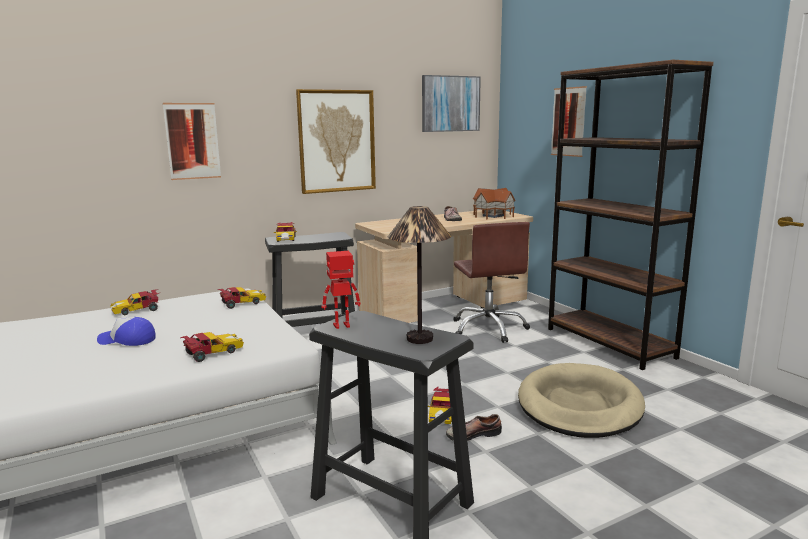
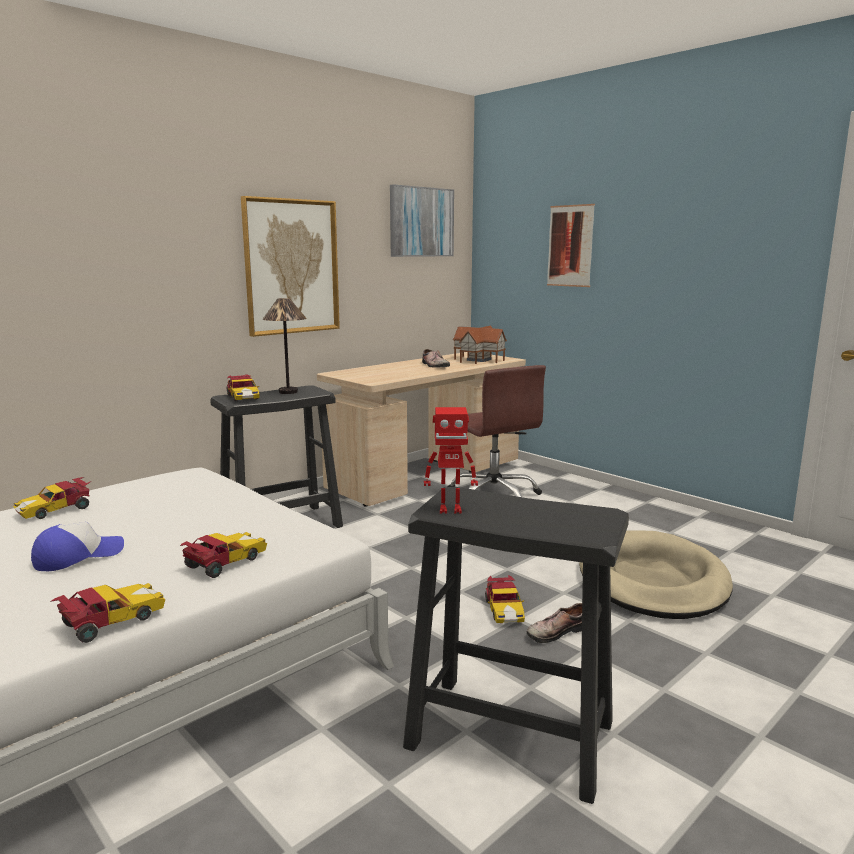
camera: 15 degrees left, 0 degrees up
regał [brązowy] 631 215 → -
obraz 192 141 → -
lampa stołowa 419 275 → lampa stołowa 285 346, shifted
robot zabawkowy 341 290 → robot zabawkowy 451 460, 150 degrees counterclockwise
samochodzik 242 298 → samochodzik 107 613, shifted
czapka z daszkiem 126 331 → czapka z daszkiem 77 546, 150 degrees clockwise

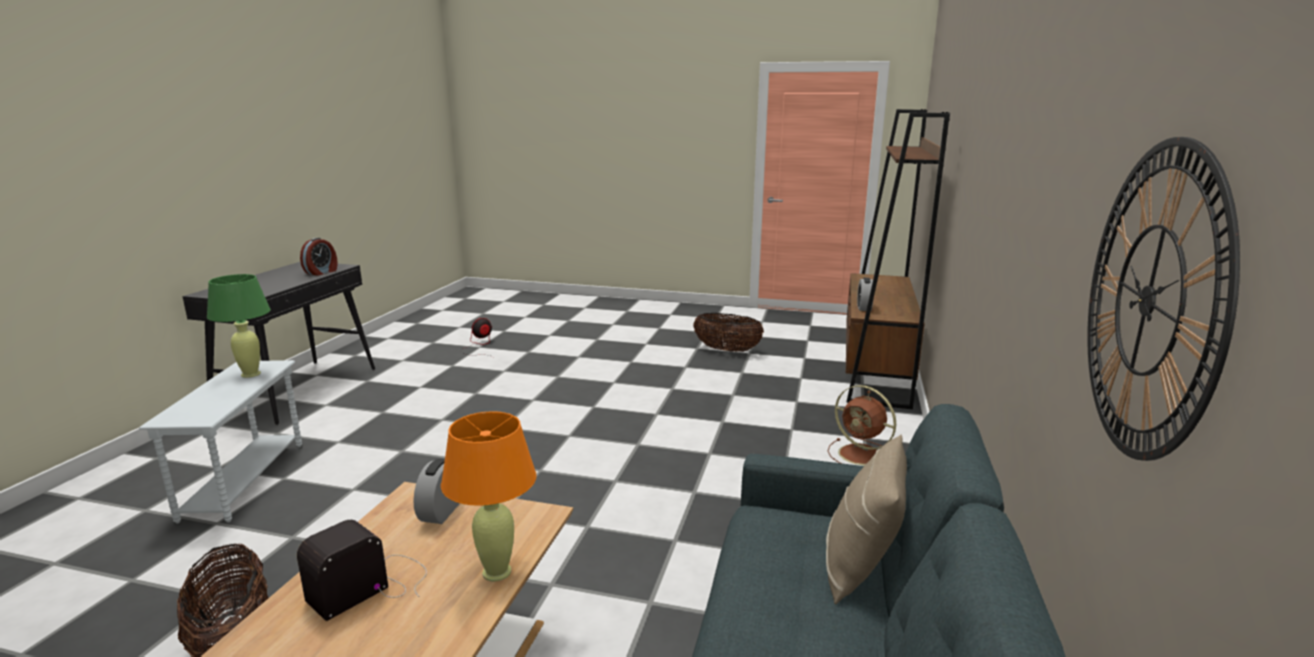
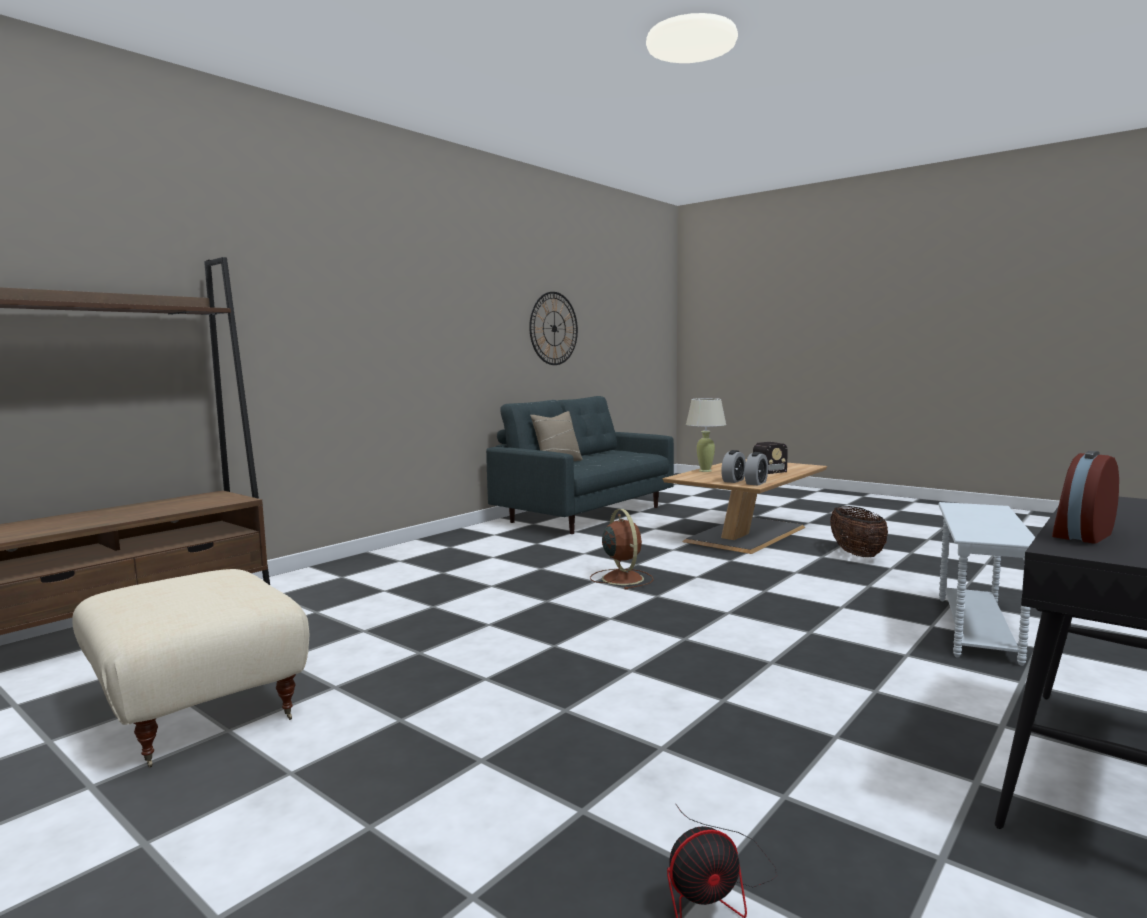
camera: 155 degrees left, 10 degrees down
lampa stołowa [zielony] 239 326 → -
budzik 865 294 → budzik 756 469, shifted
koszyk 728 332 → pufa [beżowy] 191 668
wentylator [brązowy] 862 425 → wentylator [brązowy] 622 549, shifted
lampa stołowa [pomarańczowy] 488 496 → lampa stołowa [beżowy] 706 435

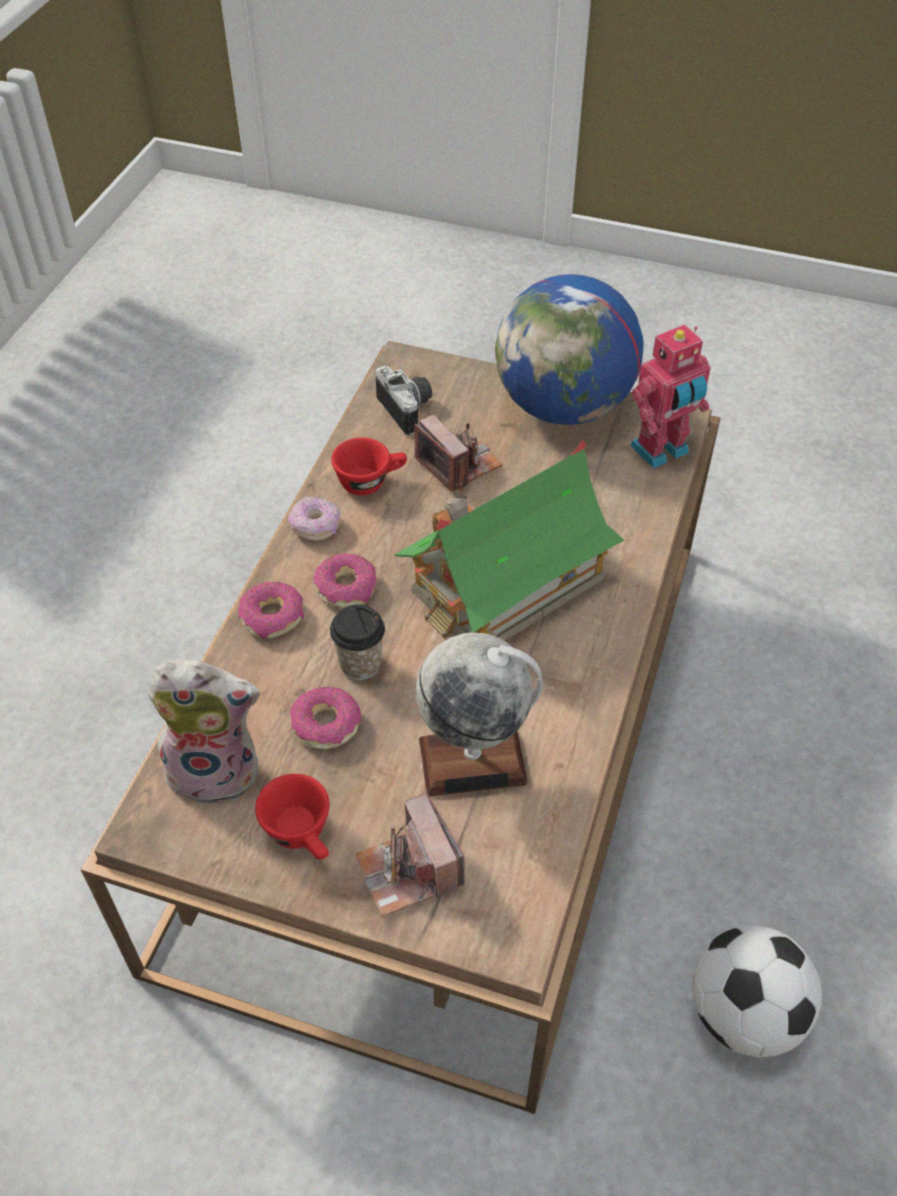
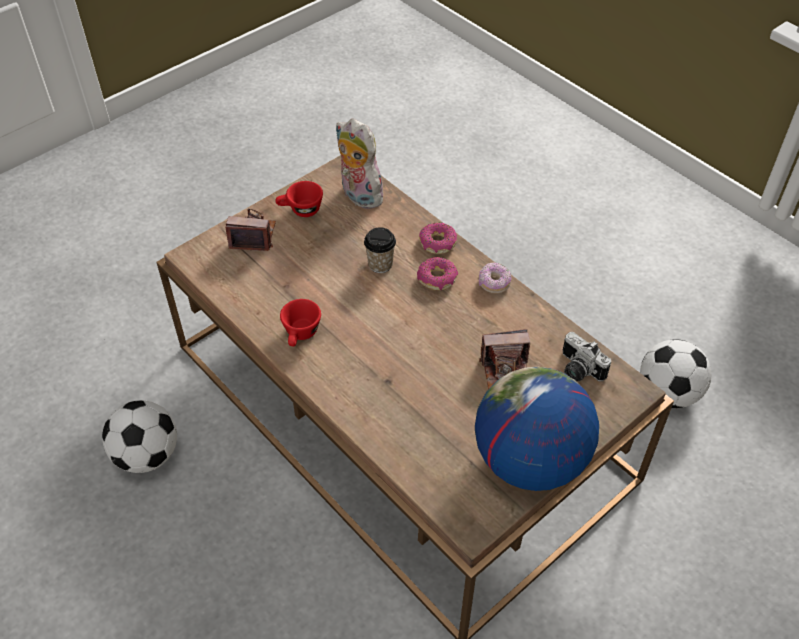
camera: 120 degrees right, 0 degrees up
robot zabawkowy 670 396 → -
aparat fotograficzny 404 400 → aparat fotograficzny 587 356, 45 degrees clockwise
filiżanka [czerwony] 369 466 → filiżanka [czerwony] 300 323, shifted
domek 509 540 → -
globus 479 714 → -
pluszak 204 732 → pluszak 359 163, 105 degrees clockwise
donut 326 718 → -
- → piłka futbolowa 675 373

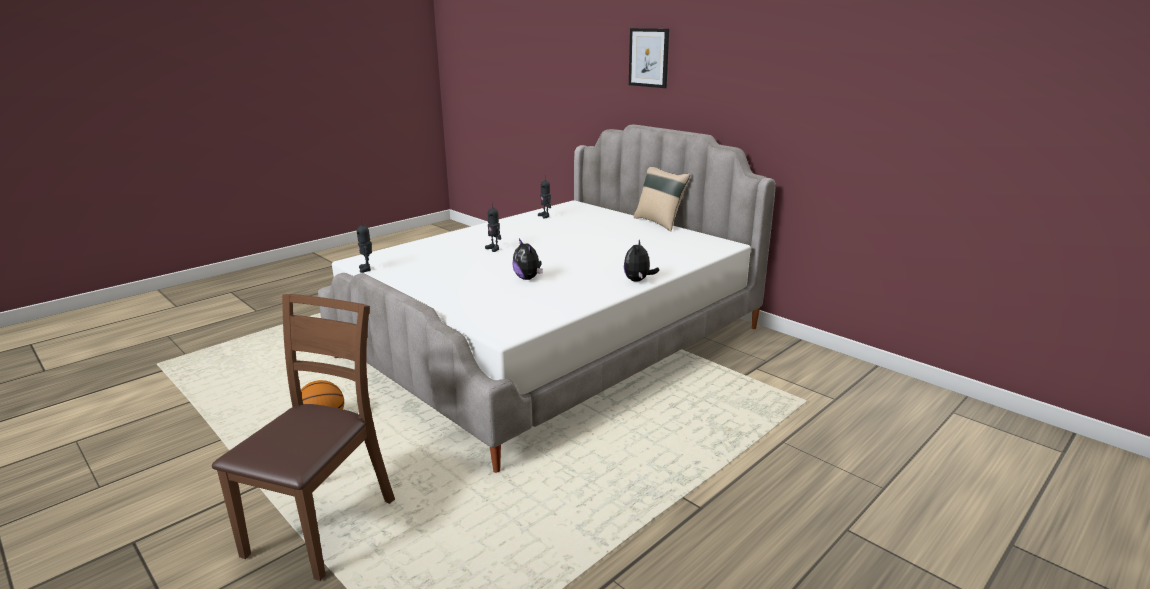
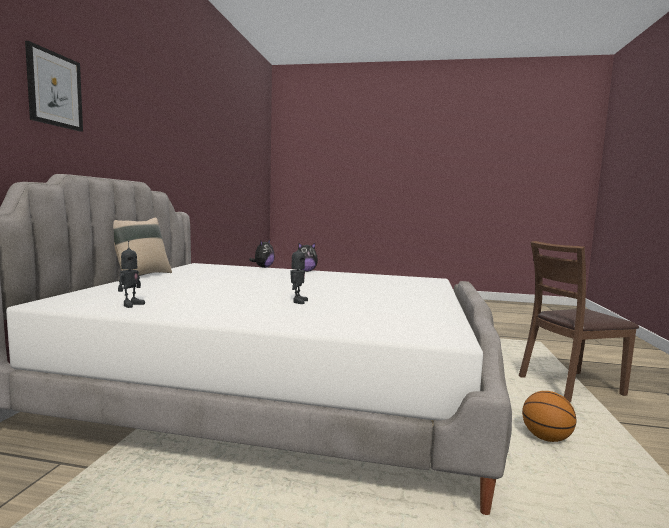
camera: 125 degrees left, 15 degrees down
robot zabawkowy 364 246 → -
pluszak 527 259 → pluszak 262 254, shifted

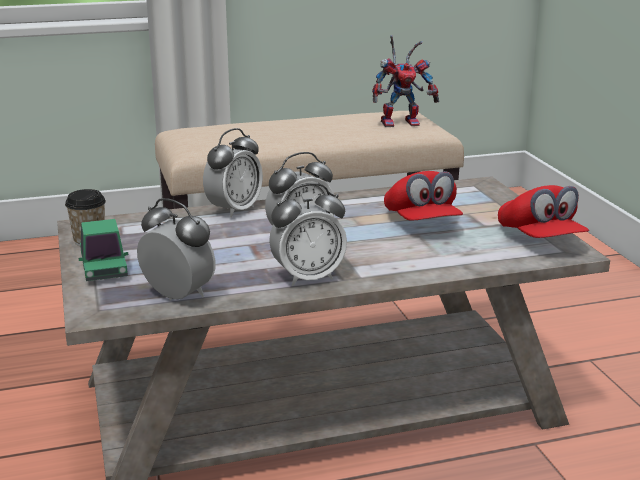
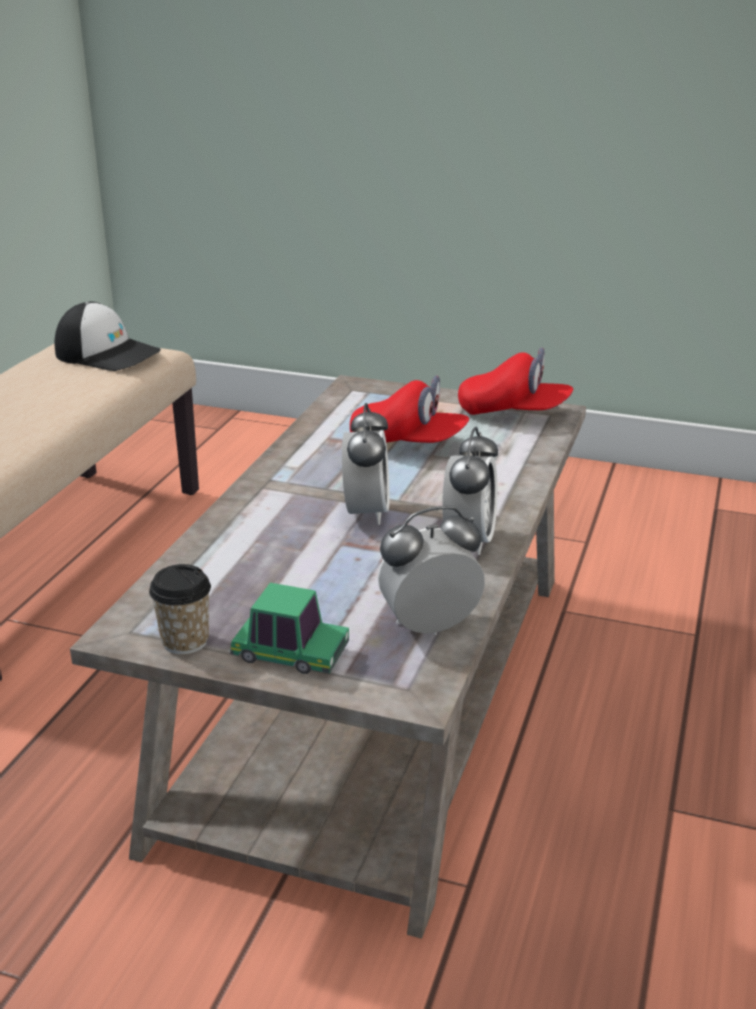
camera: 55 degrees left, 5 degrees up
robot zabawkowy 405 81 → czapka z daszkiem 108 336
budzik 233 173 → -

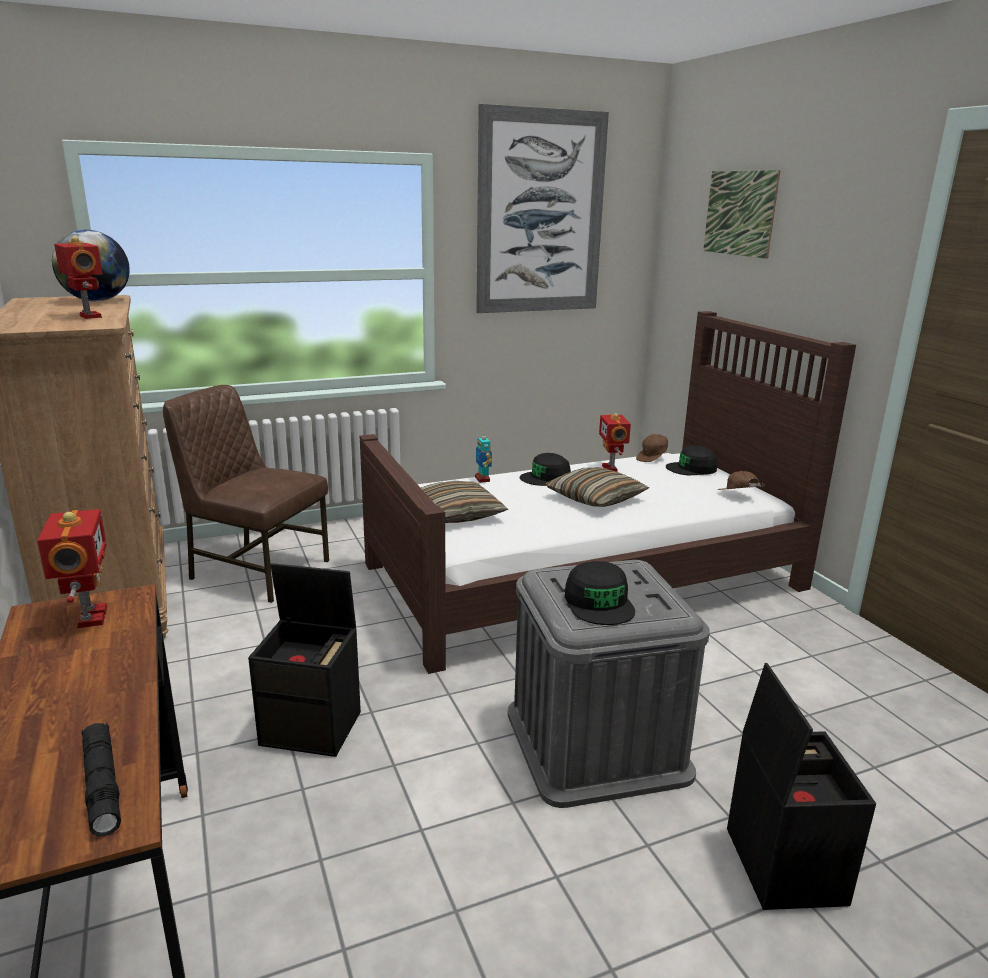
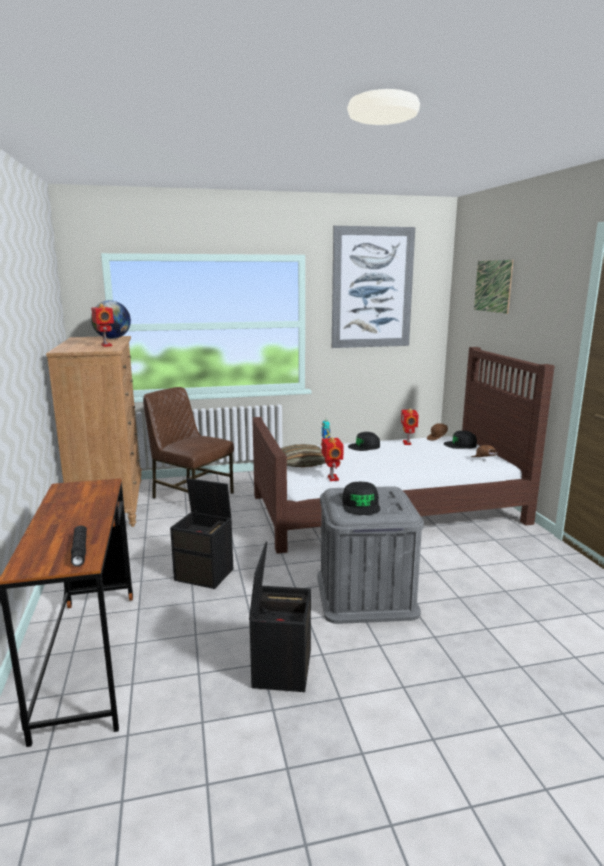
camera: 10 degrees right, 5 degrees down
poduszka 597 487 → -
robot zabawkowy 72 568 → robot zabawkowy 333 459, shifted
pojemnik do przechowywania [czarny] 801 786 → pojemnik do przechowywania [czarny] 280 617, shifted

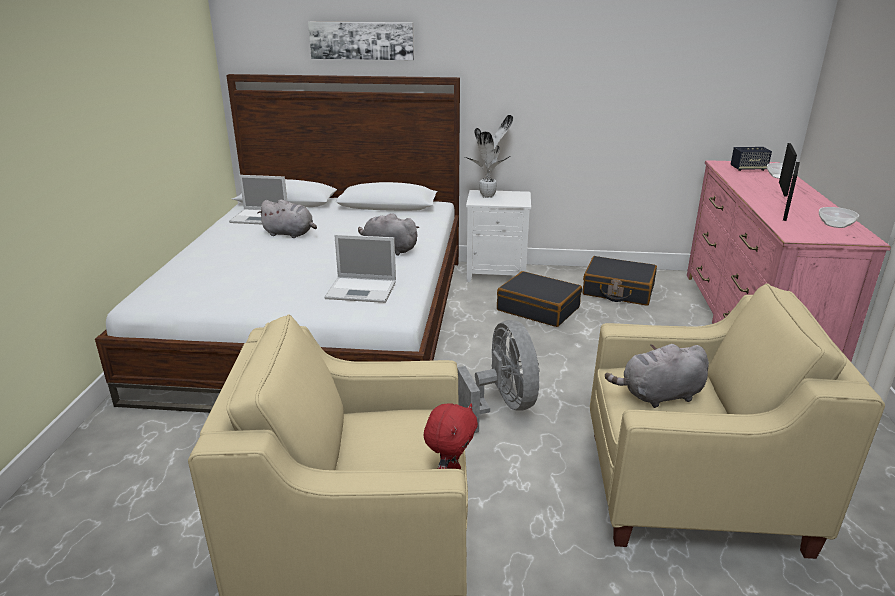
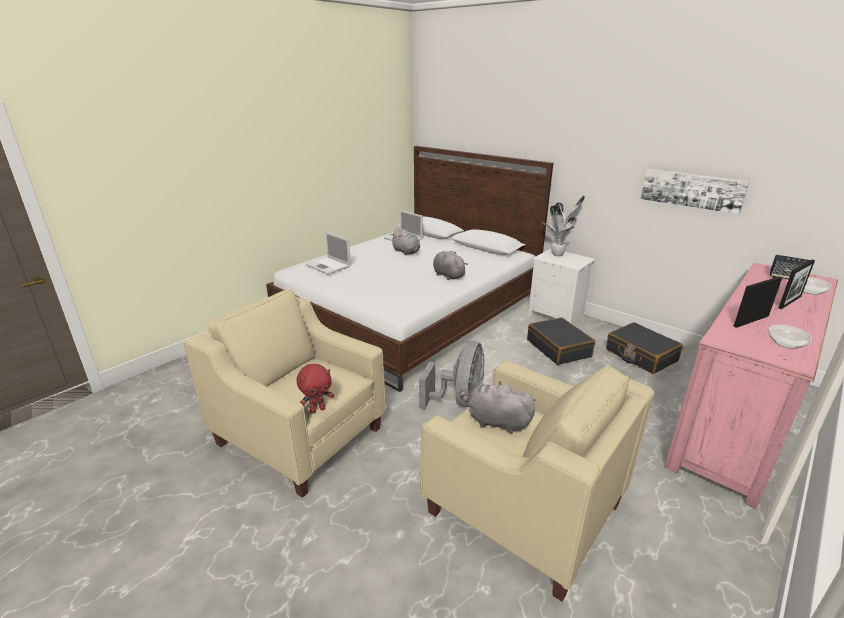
camera: 35 degrees right, 0 degrees up
obraz 361 41 → obraz 695 191, shifted
laptop 360 269 → laptop 328 253, shifted

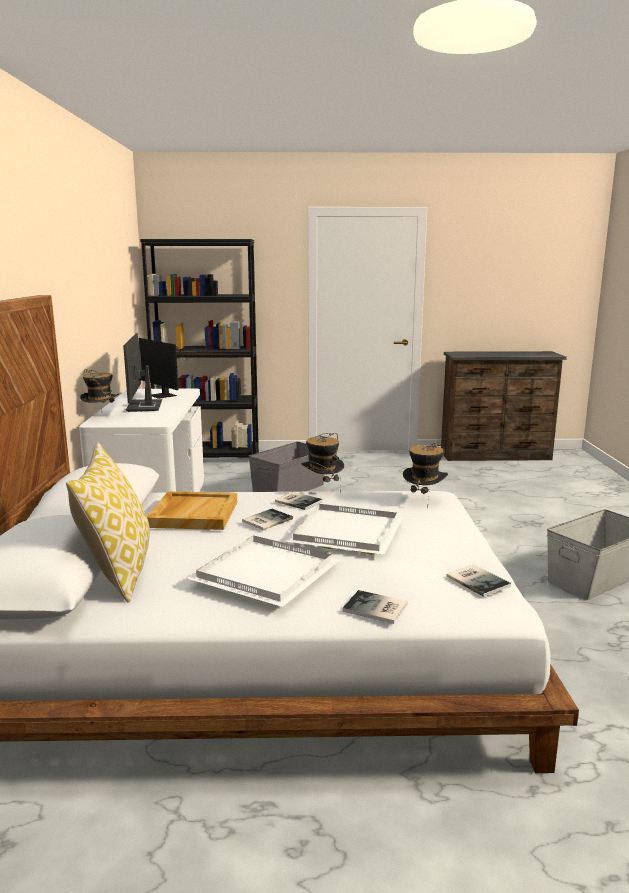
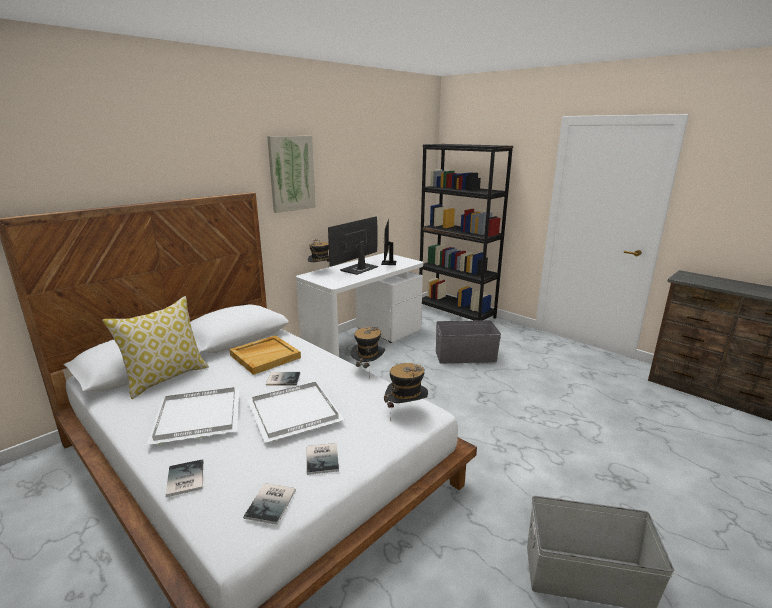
camera: 45 degrees right, 5 degrees up
książka 299 501 → książka 323 459, shifted
- → obraz 291 174

